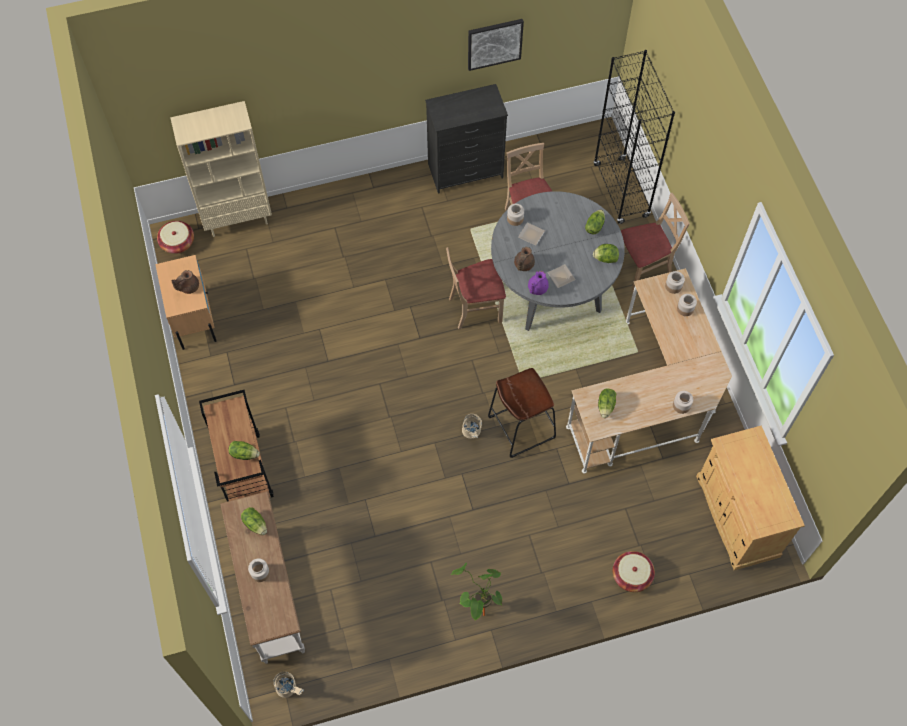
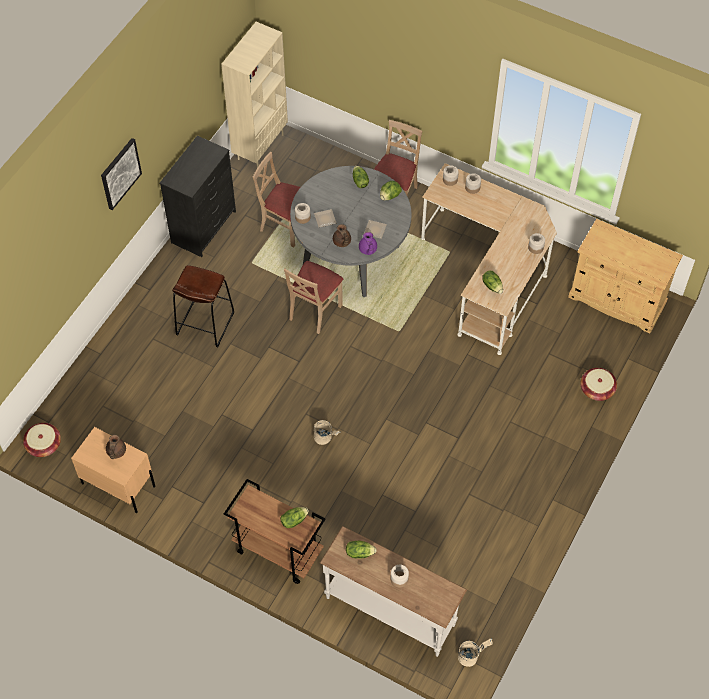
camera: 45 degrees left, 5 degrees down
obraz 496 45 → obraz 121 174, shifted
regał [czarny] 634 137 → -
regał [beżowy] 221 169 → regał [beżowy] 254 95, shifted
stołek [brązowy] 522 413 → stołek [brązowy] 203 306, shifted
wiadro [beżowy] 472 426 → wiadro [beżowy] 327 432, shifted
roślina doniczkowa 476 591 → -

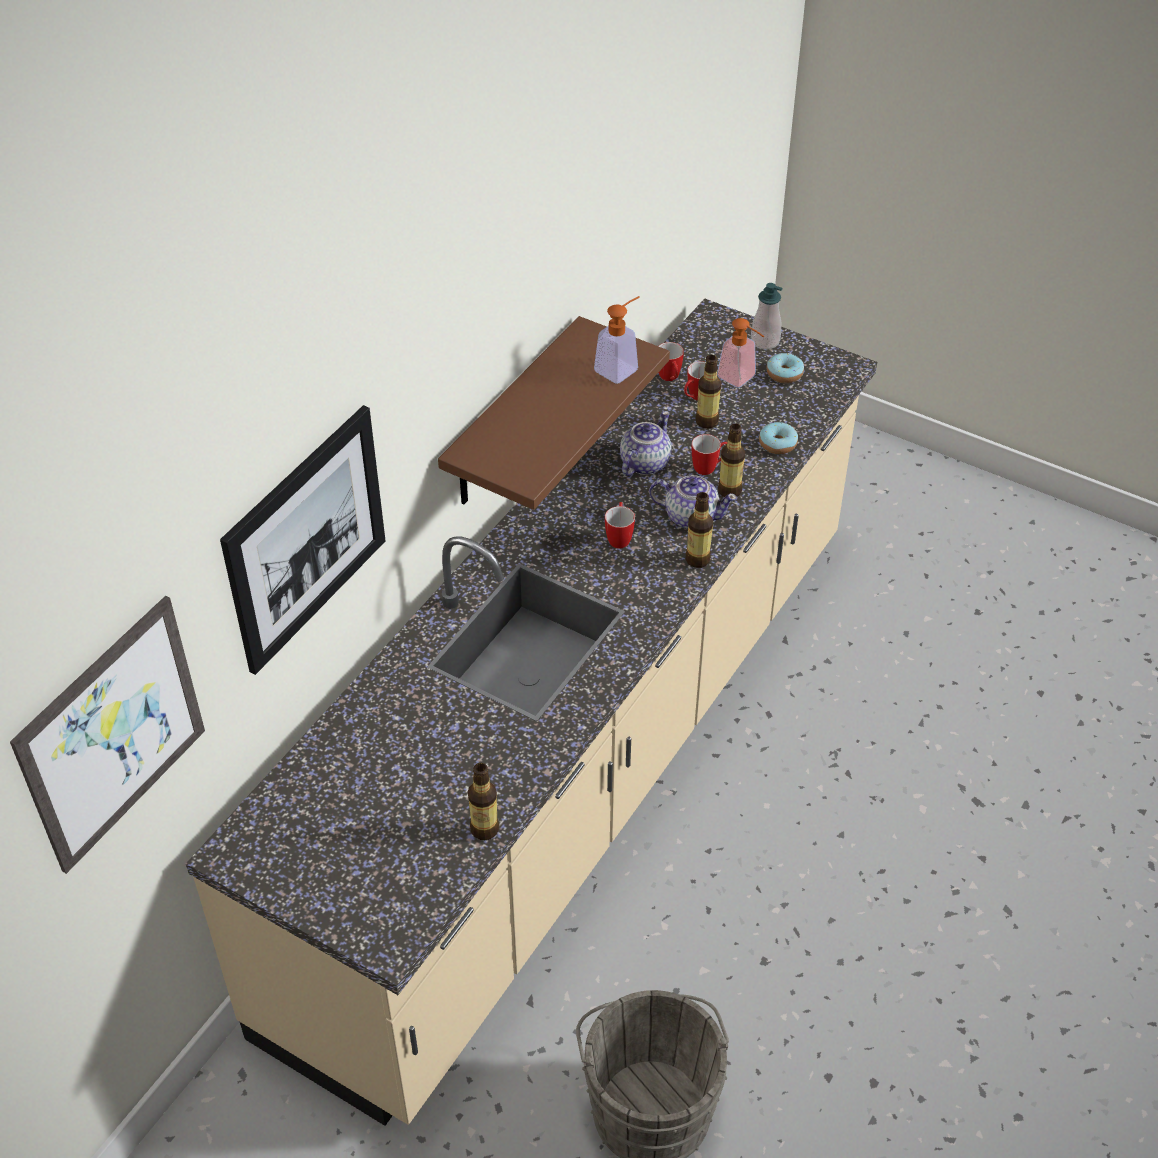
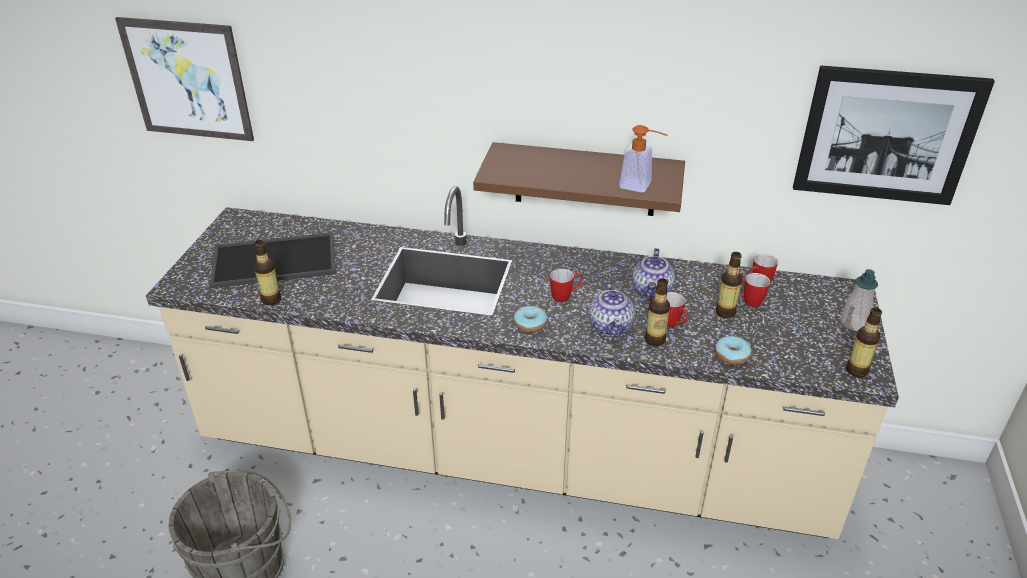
camera: 70 degrees right, 10 degrees down
dozownik mydła 741 353 → -
donut 785 368 → donut 531 319, shifted
obraz 303 540 → obraz 894 135, shifted
imbryk 646 443 → imbryk 653 274, 90 degrees clockwise
butelka 699 530 → butelka 864 343, shifted
- → taca 273 260

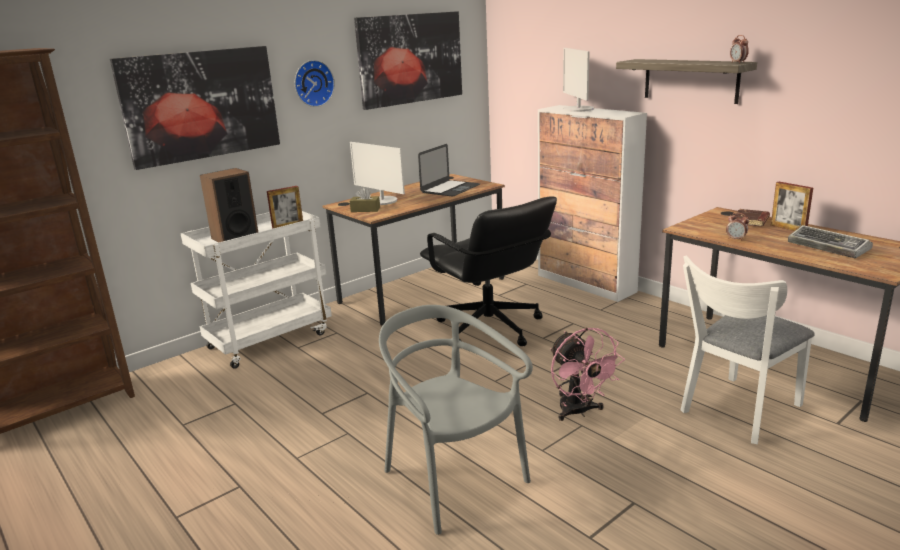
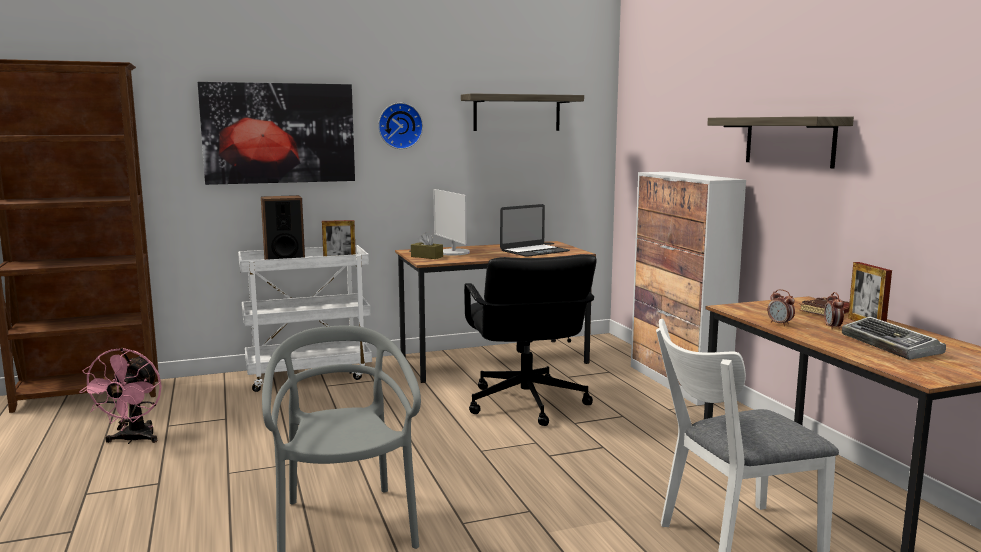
camera: 20 degrees right, 10 degrees down
obraz 408 60 → półka 522 112
budzik 739 49 → budzik 834 311, shifted
monitor 578 80 → -
wentylator [różowy] 587 374 → wentylator [różowy] 120 396, shifted

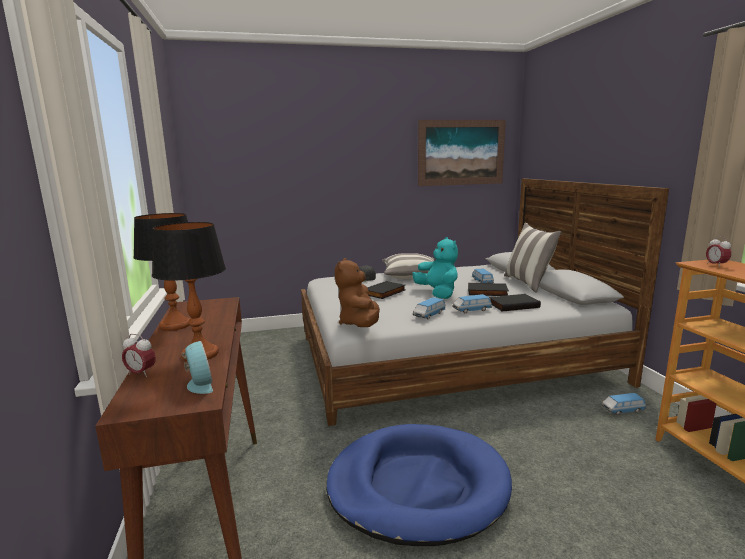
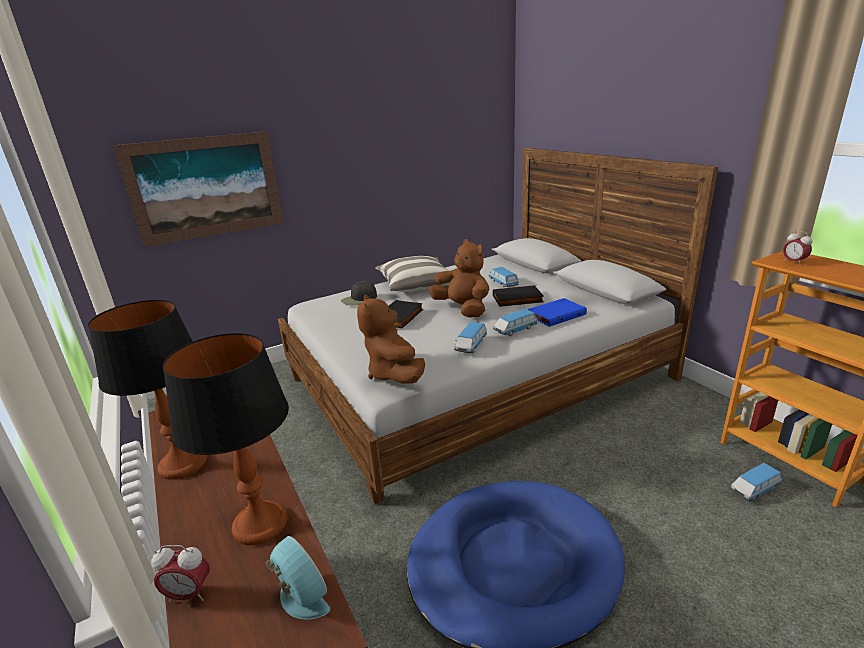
camera: 15 degrees left, 10 degrees up
obraz 462 153 → obraz 198 189, shifted
poduszka 533 258 → -
pluszak [turkusowy] 435 268 → pluszak [brązowy] 459 278
książka [czarny] 515 302 → książka [niebieski] 557 312
samochodzik 623 404 → samochodzik 756 482, shifted

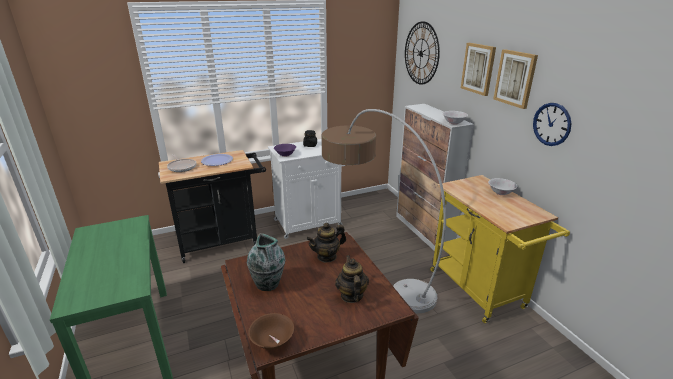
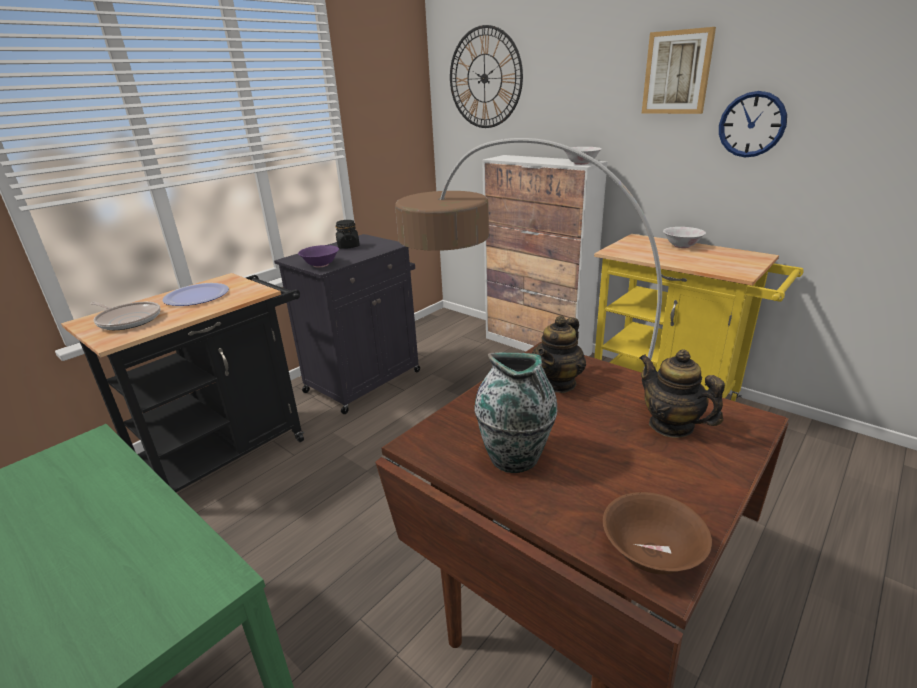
camera: 25 degrees left, 0 degrees up
obraz 478 69 → -
szafka [biały] 307 189 → szafka [czarny] 347 324

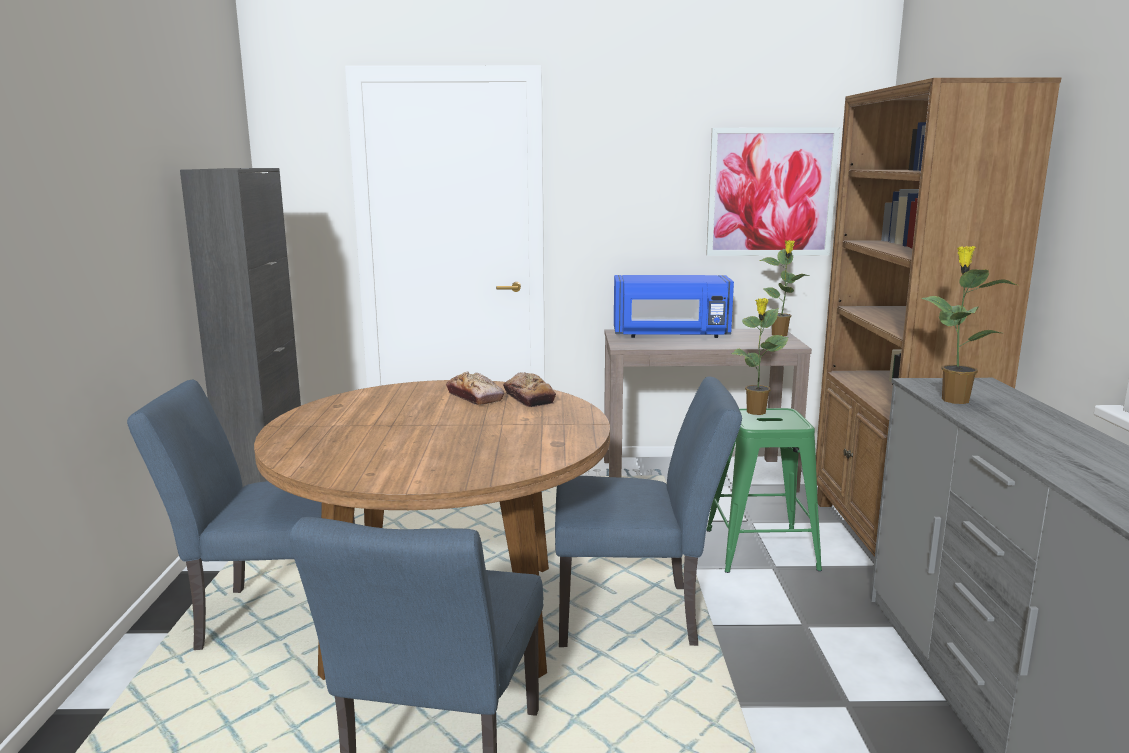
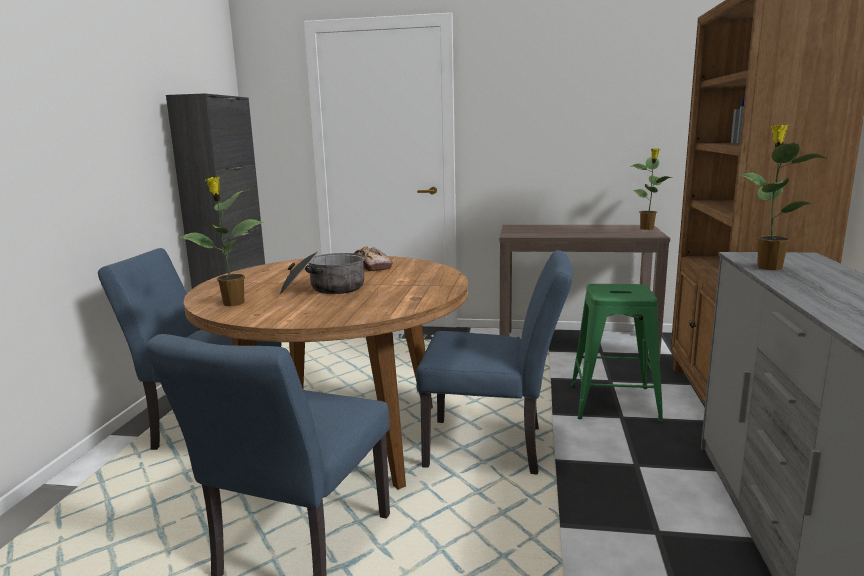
camera: 10 degrees right, 0 degrees up
obraz 773 191 → -
mikrofalówka [niebieski] 674 306 → -
roślina doniczkowa 759 356 → roślina doniczkowa 220 241, shifted
chleb 529 389 → -
- → garnek 322 272

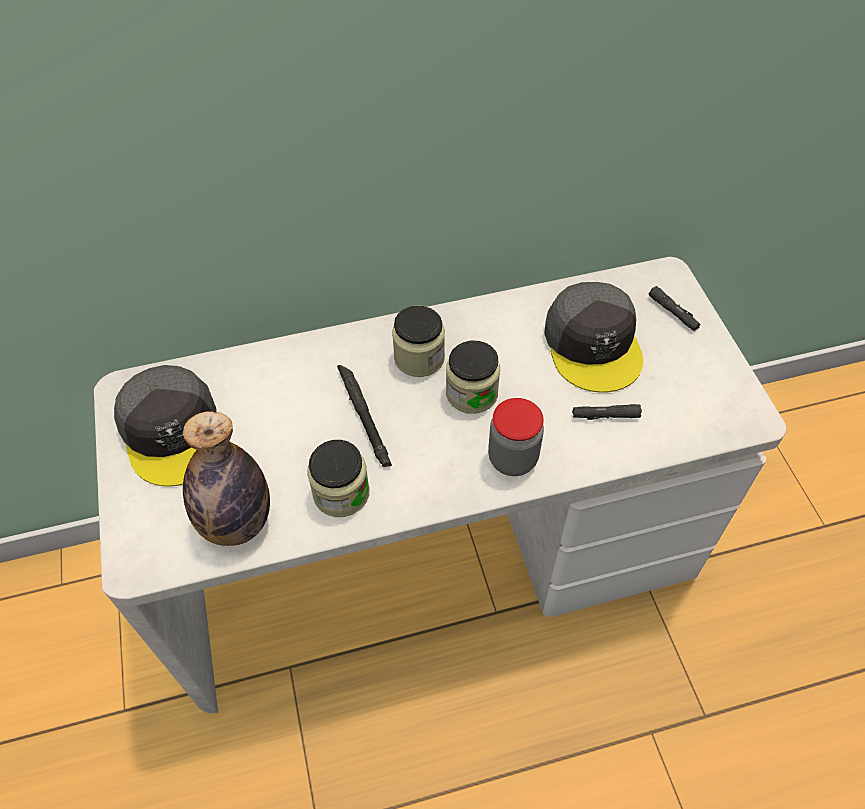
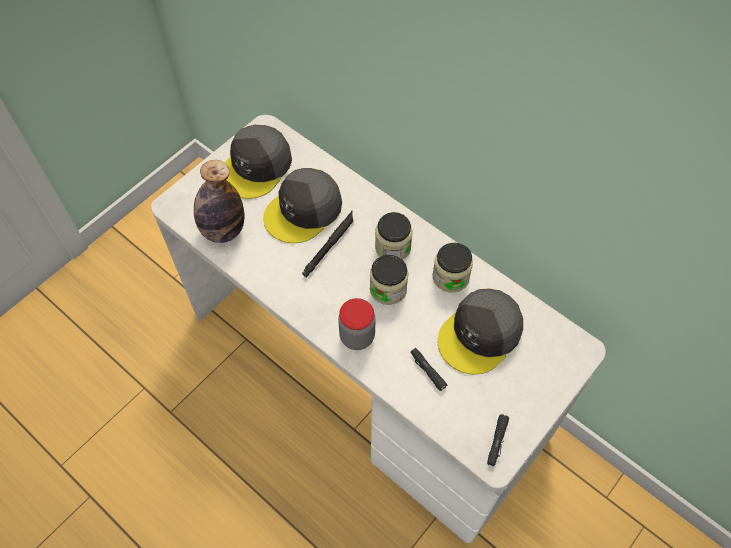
camera: 55 degrees right, 5 degrees up
latarka [czarny] 675 308 → latarka [czarny] 498 440, shifted
słoik 338 478 → słoik 453 268, shifted
- → czapka z daszkiem [szary] 302 205

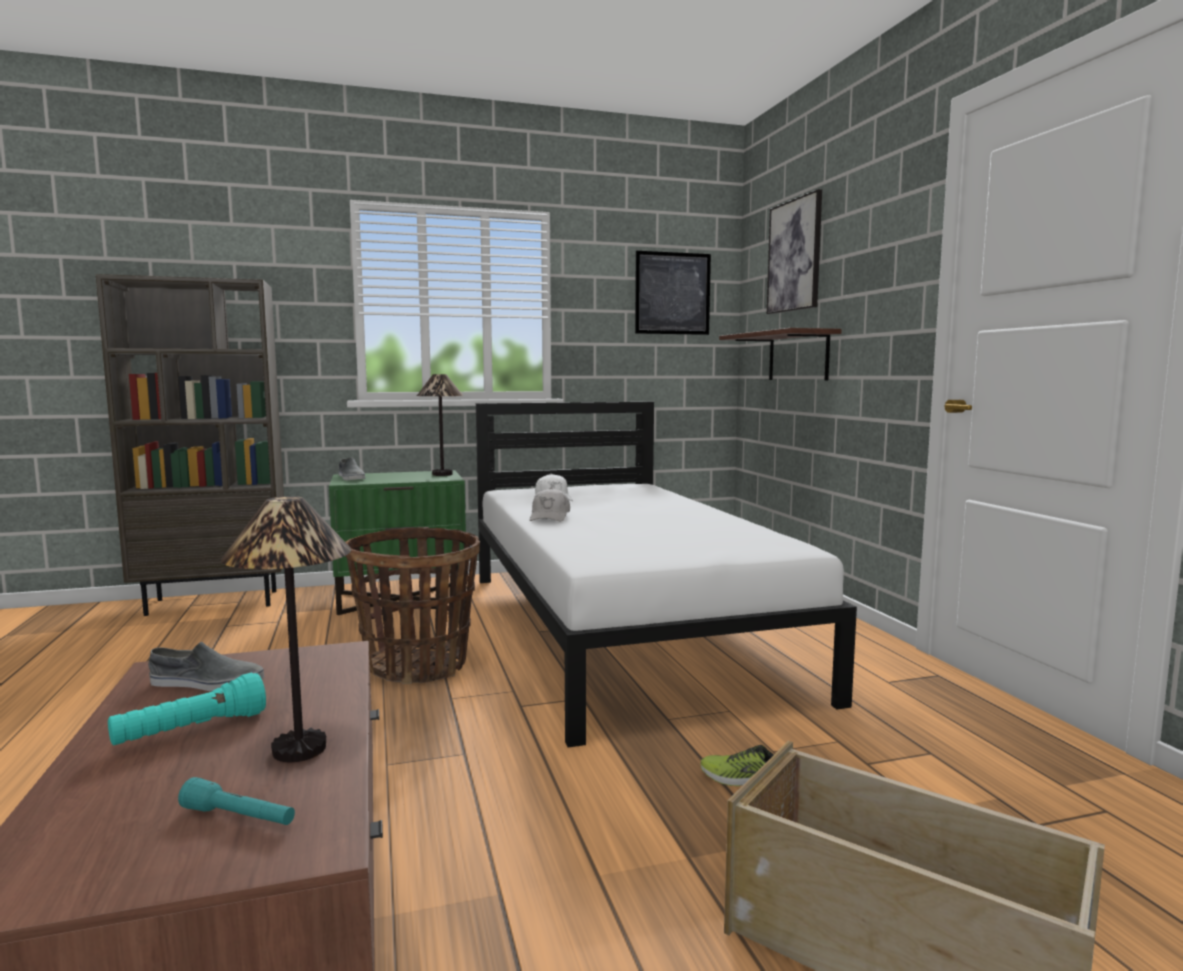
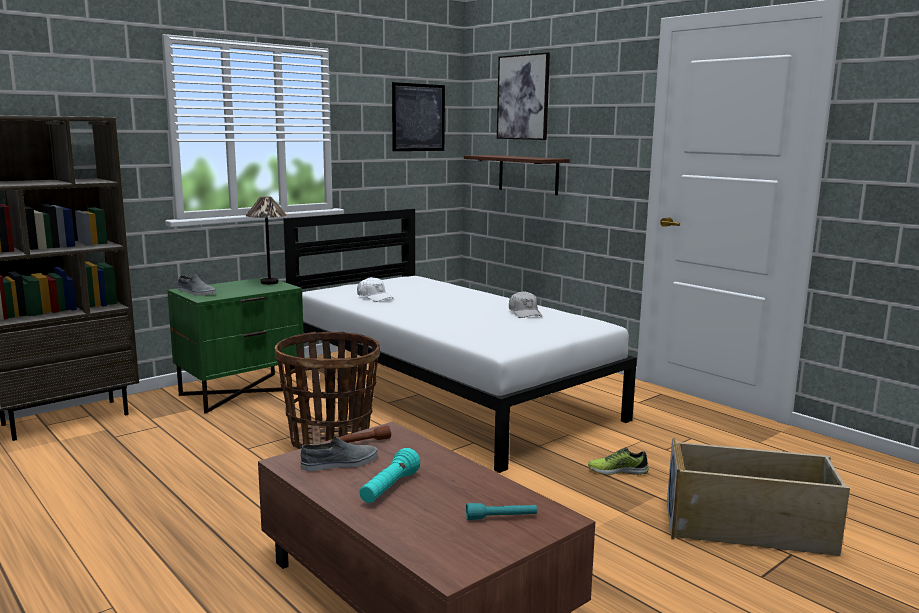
camera: 25 degrees left, 5 degrees up
czapka z daszkiem [biały] 550 505 → czapka z daszkiem [biały] 525 304, shifted
lampa stołowa 286 629 → -
- → latarka [brązowy] 364 434

